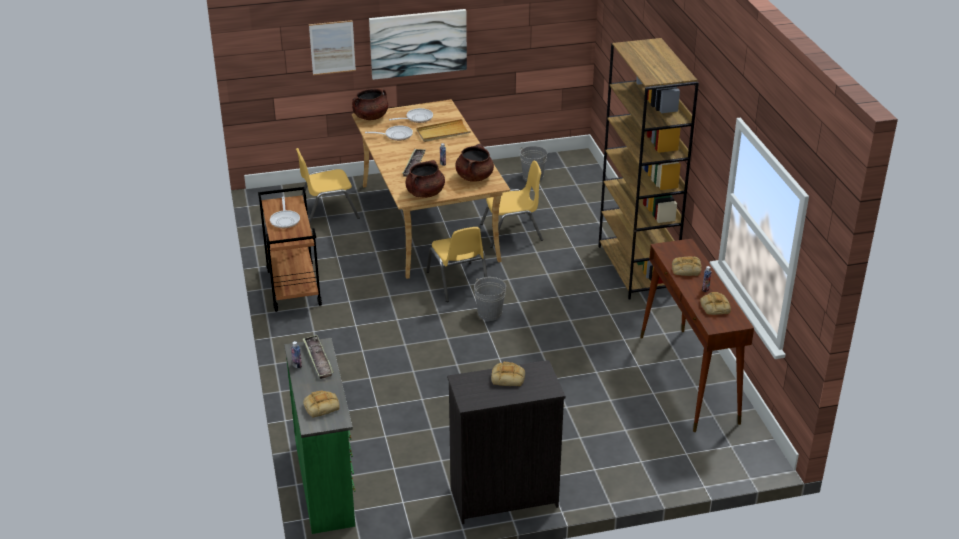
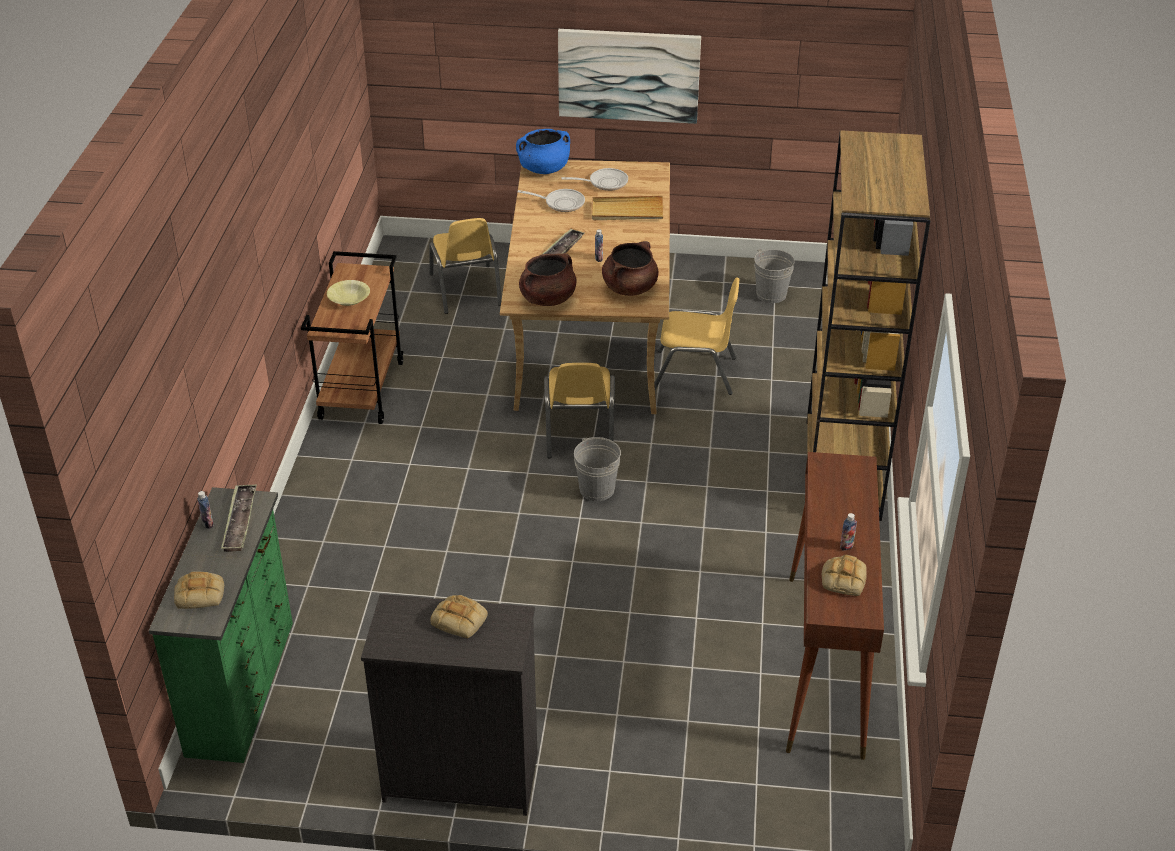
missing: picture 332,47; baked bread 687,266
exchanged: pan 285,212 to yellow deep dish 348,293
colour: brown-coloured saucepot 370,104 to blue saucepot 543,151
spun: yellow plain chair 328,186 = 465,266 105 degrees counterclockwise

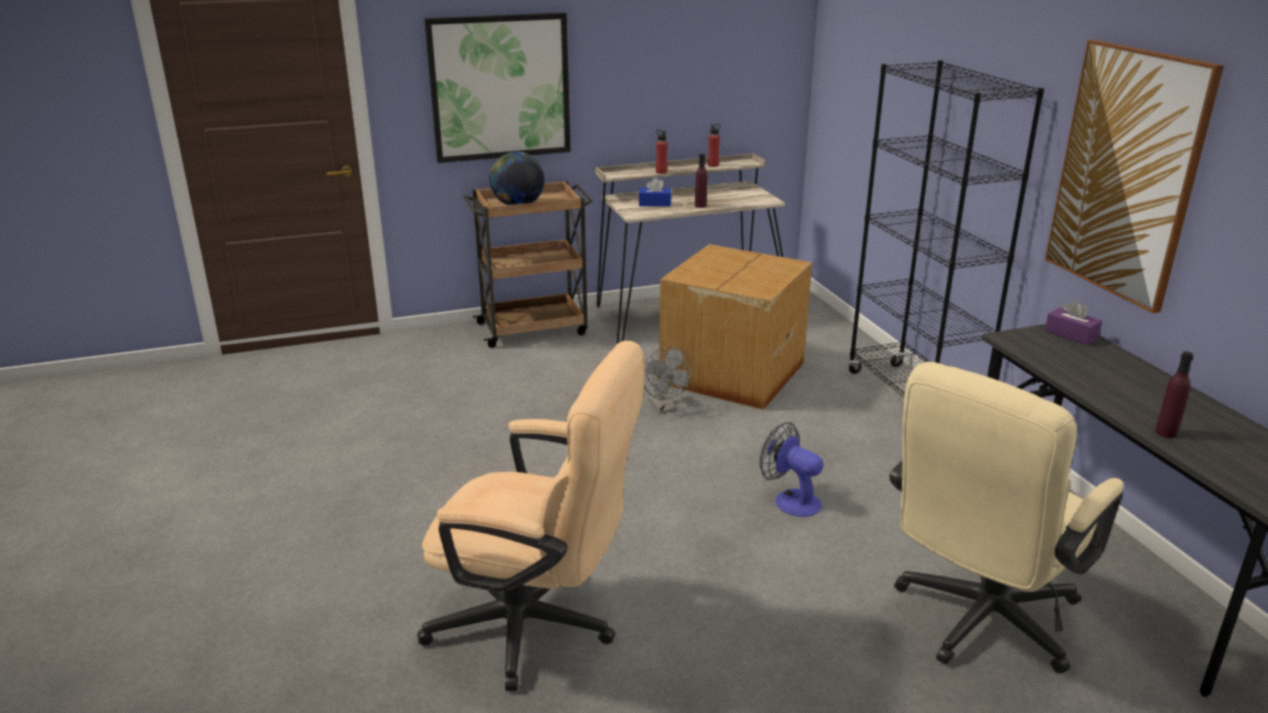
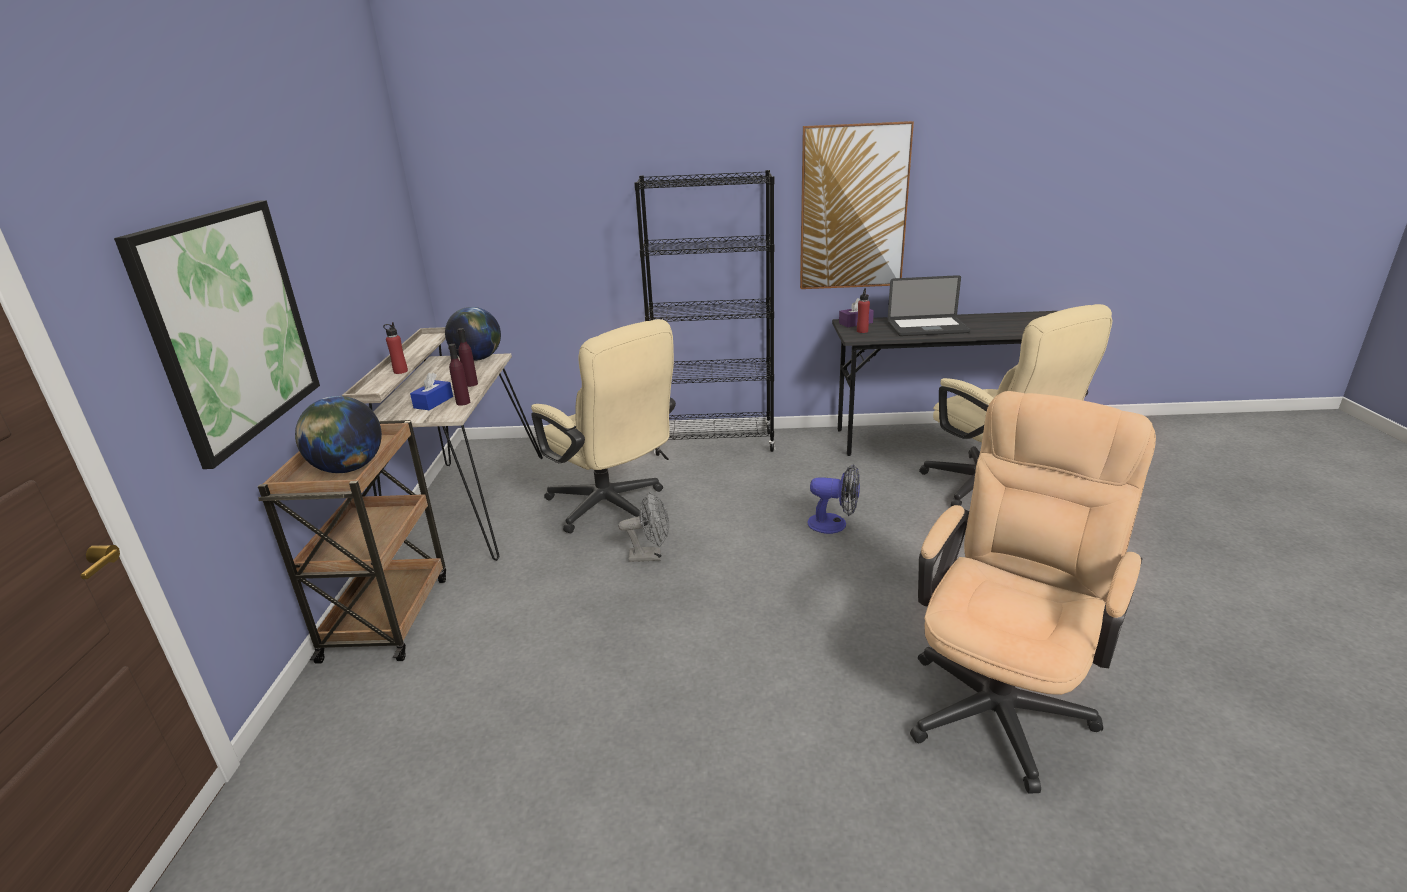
appeared: portable computer 929,305; world globe 473,334
relocated: red-coloured drink bottle 714,145 to 863,310; purple-coloured drink bottle 1174,394 to 459,375
exchanged: carton 735,327 to beige-coloured office chair 603,426
spun: electric fan 791,469 = 833,499 135 degrees counterclockwise

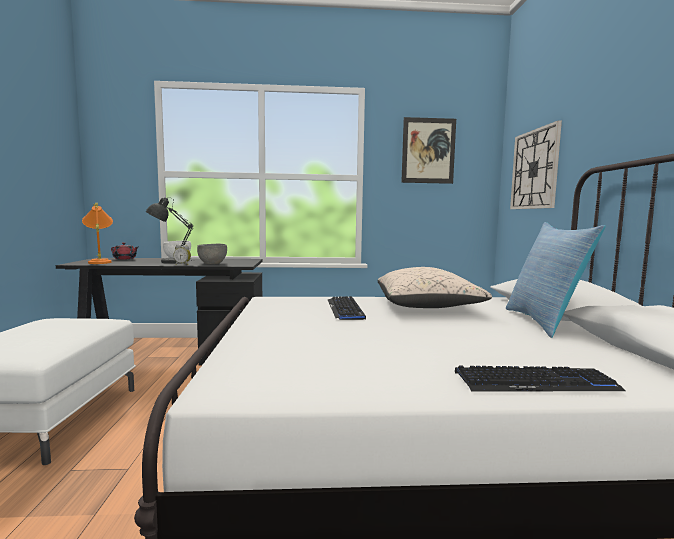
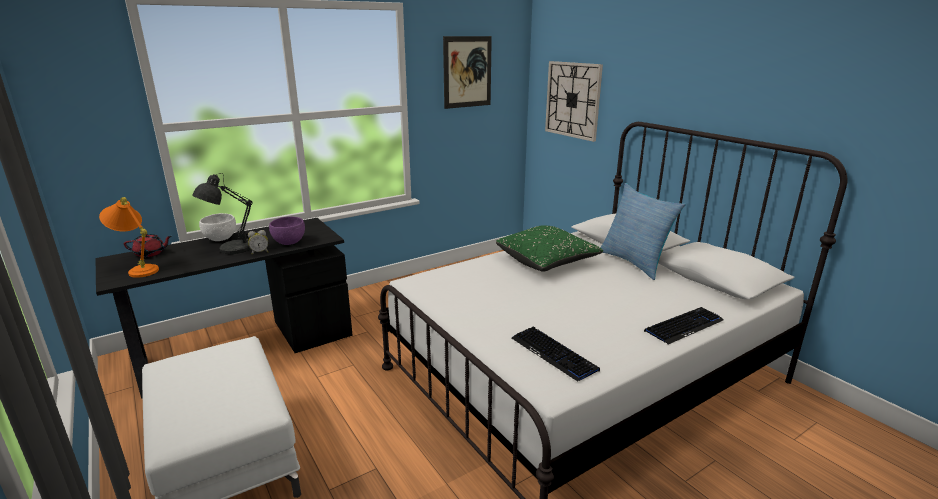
relocated: keyboard 347,308 to 556,353
colour: greyish deep dish 212,254 to purple-coloured deep dish 287,230; beige-coloured throw pillow 435,287 to green-coloured throw pillow 549,249

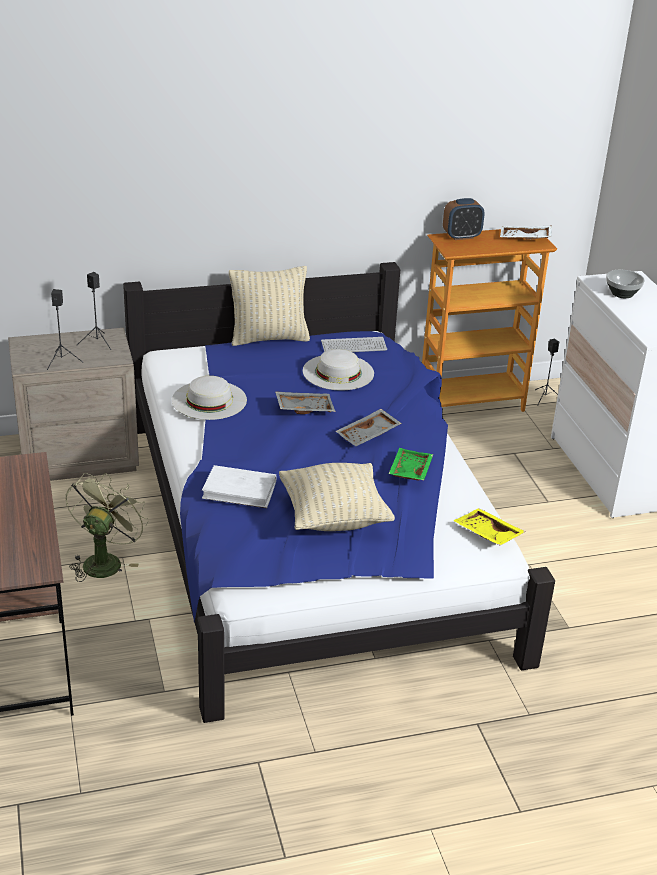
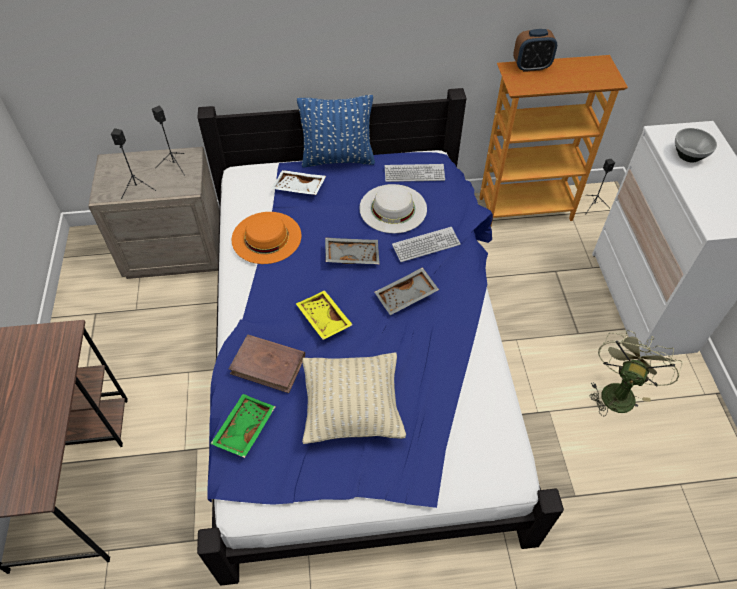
appeared: keyboard 426,244
relocated: white tray 526,233 to 298,182; green-coloured tray 410,464 to 242,426; green-coloured electric fan 107,527 to 636,373; yellow tray 489,526 to 324,315
colour: beige-coloured throw pillow 269,306 to blue throw pillow 336,131; white wearable hat 209,398 to orangey wearable hat 267,238; white volume 239,486 to brown-coloured volume 267,363

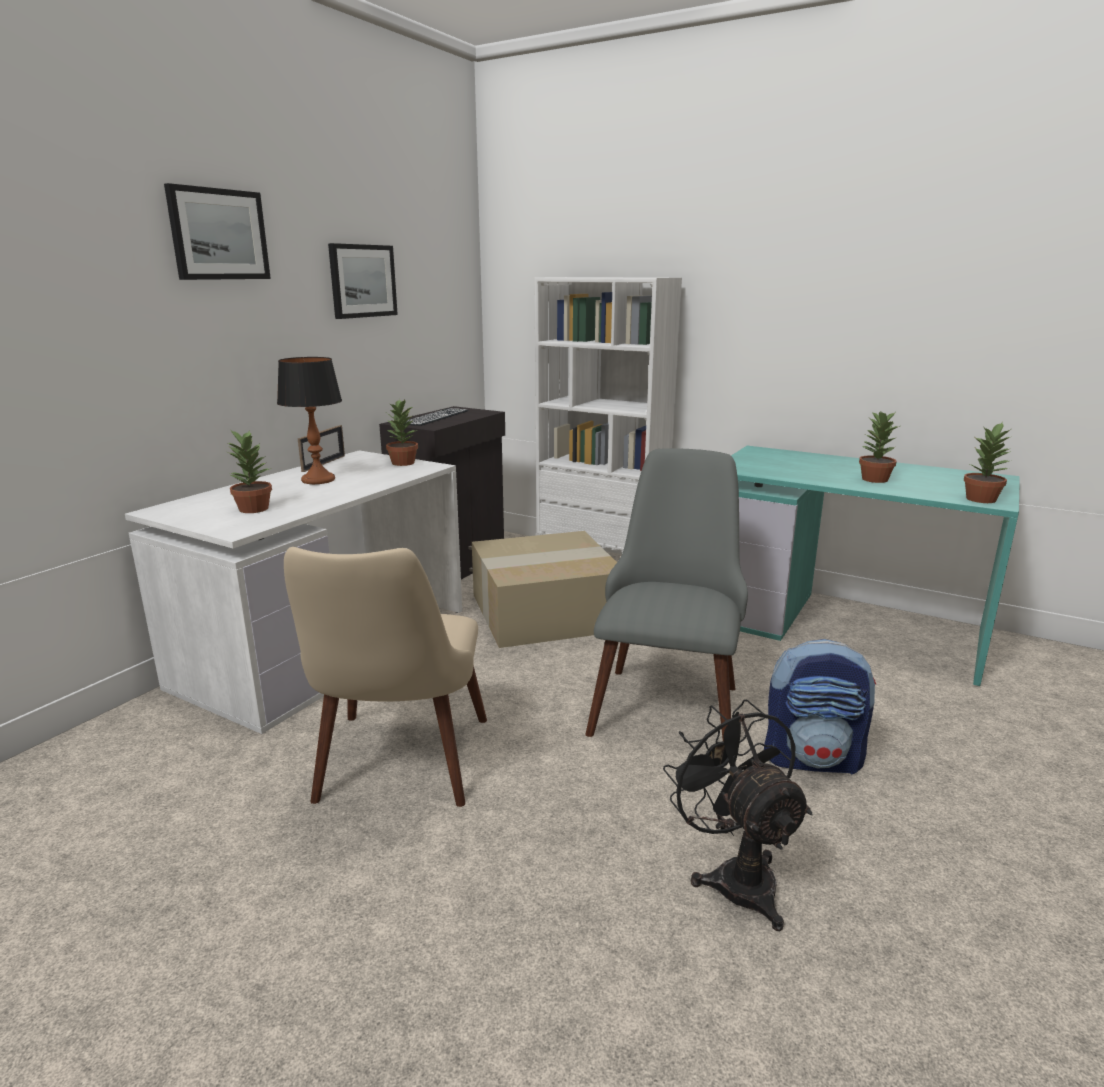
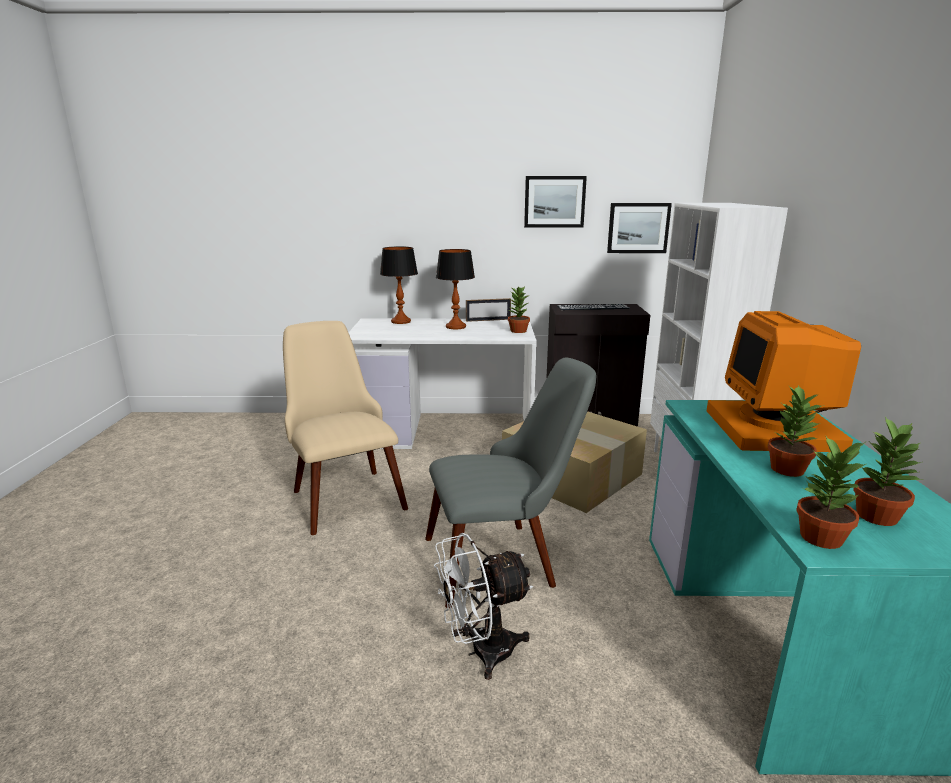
missing: black-coloured electric fan 737,815
appeared: lamp for a table 399,285; computer screen 784,381
relocated: picture 217,231 to 639,228; potted plant 249,471 to 888,471
exchanged: backpack 820,707 to white electric fan 483,606
spun: beige-coloured plain chair 385,677 = 345,428 90 degrees clockwise

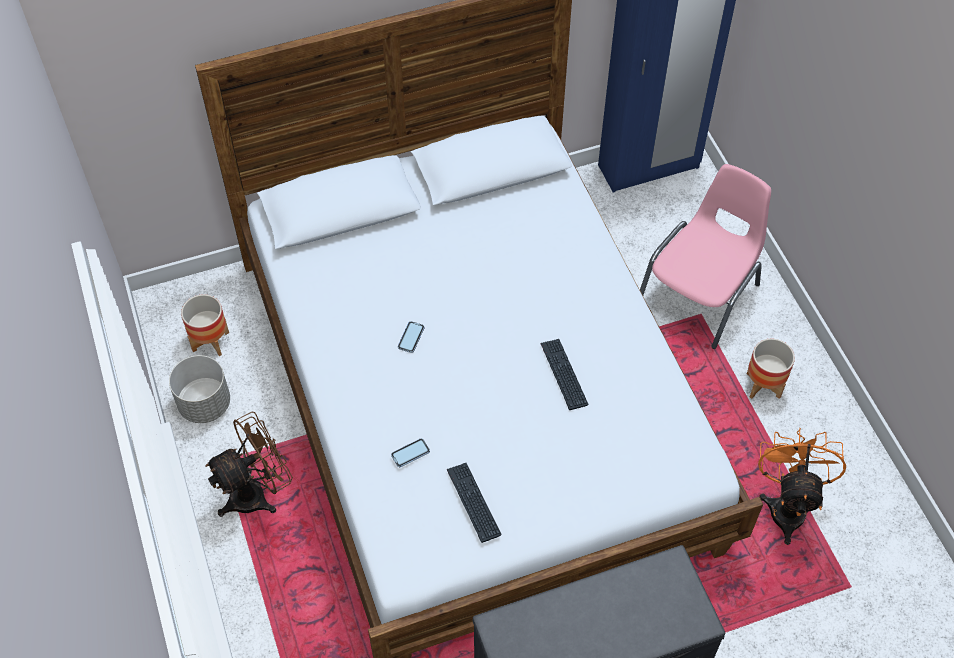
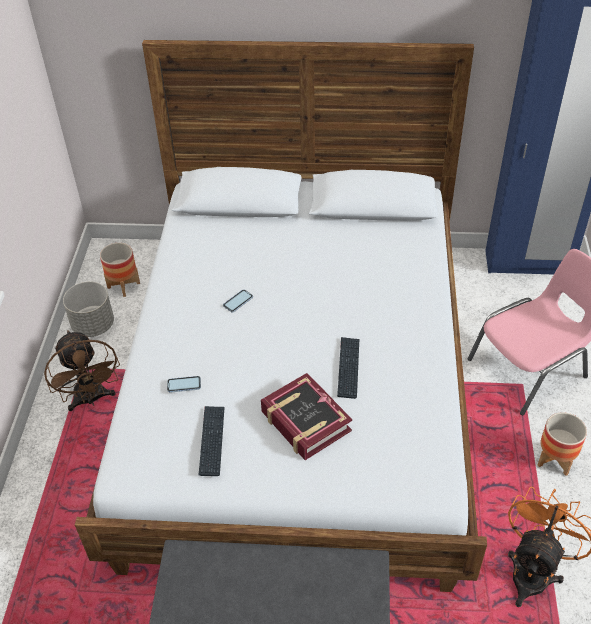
appeared: volume 306,416
spun: brown-coloured electric fan 249,464 = 82,370 75 degrees clockwise

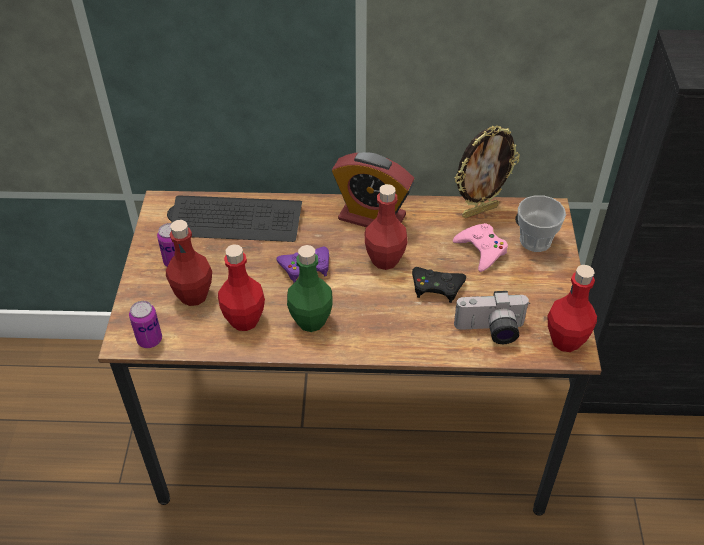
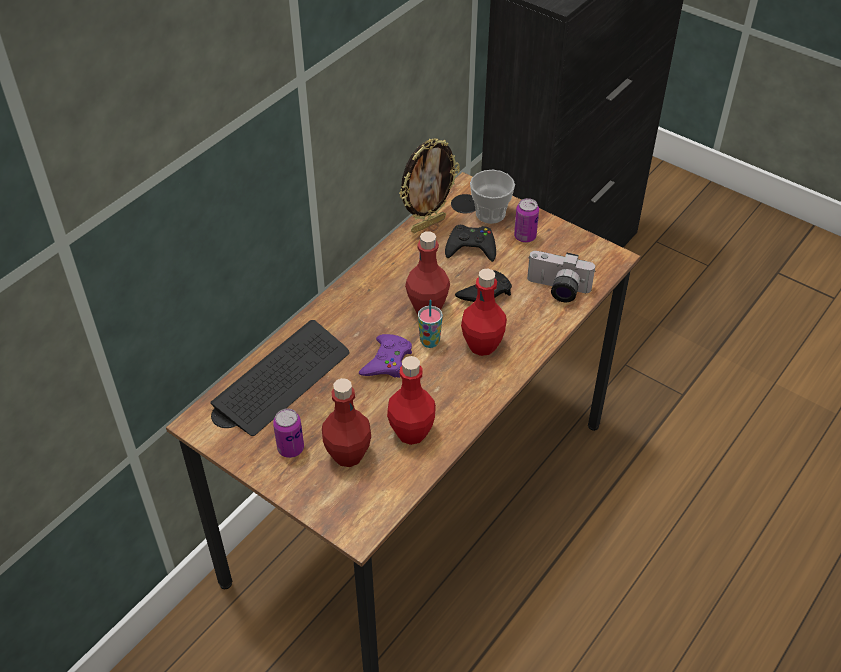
missing: table clock 373,189; green-coloured drink bottle 310,288
appeared: small cup 430,324
relocated: red-coloured drink bottle 572,308 to 484,312; sealed can 145,324 to 526,220
colour: pinkish game controller 480,247 to black-coloured game controller 470,243
spun: picture frame 487,172 = 429,185 45 degrees clockwise; photo camera 491,317 = 561,276 75 degrees clockwise

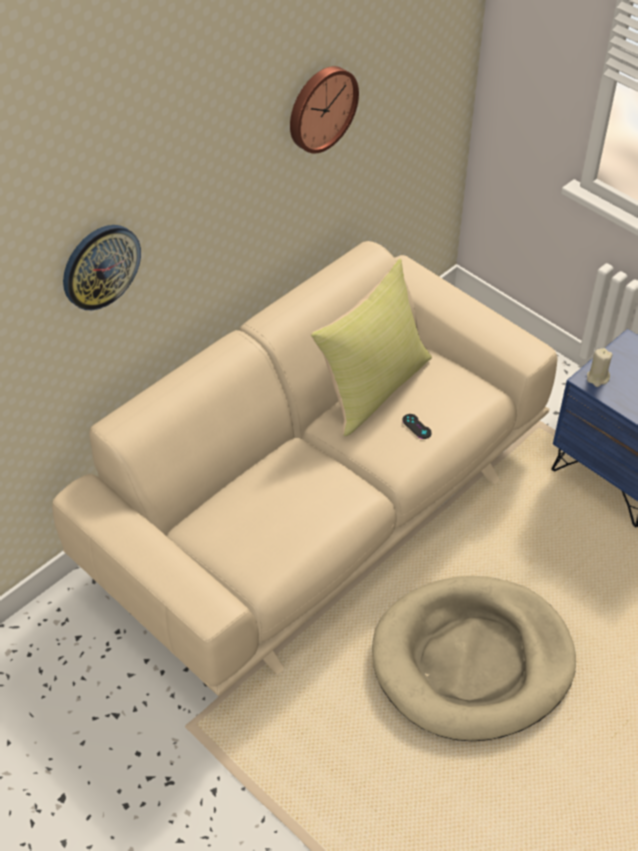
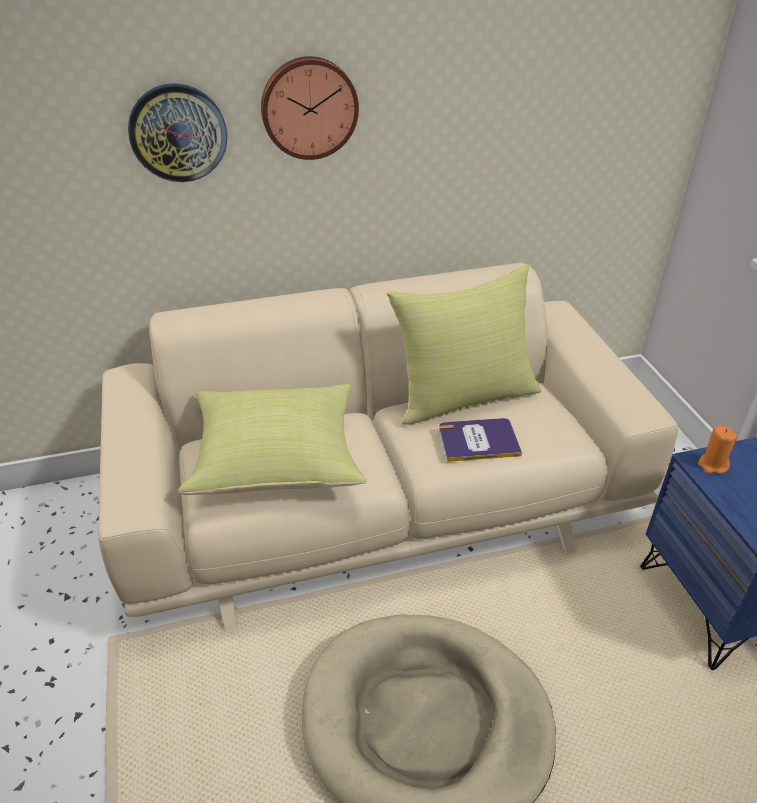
appeared: yellow throw pillow 272,439
relocated: wall clock 324,109 to 310,108
exchanged: black-coloured game controller 417,426 to volume 480,440
colour: beige-coloured wax light 600,367 to orangey wax light 718,450

